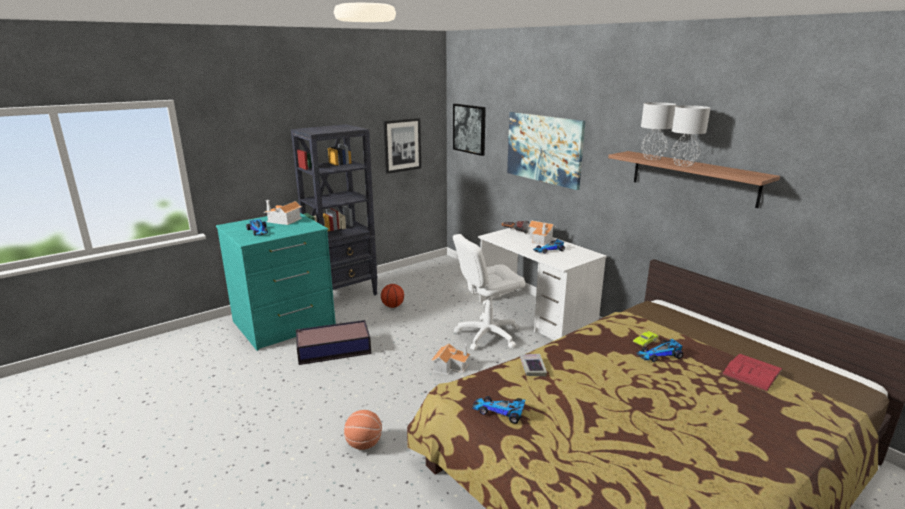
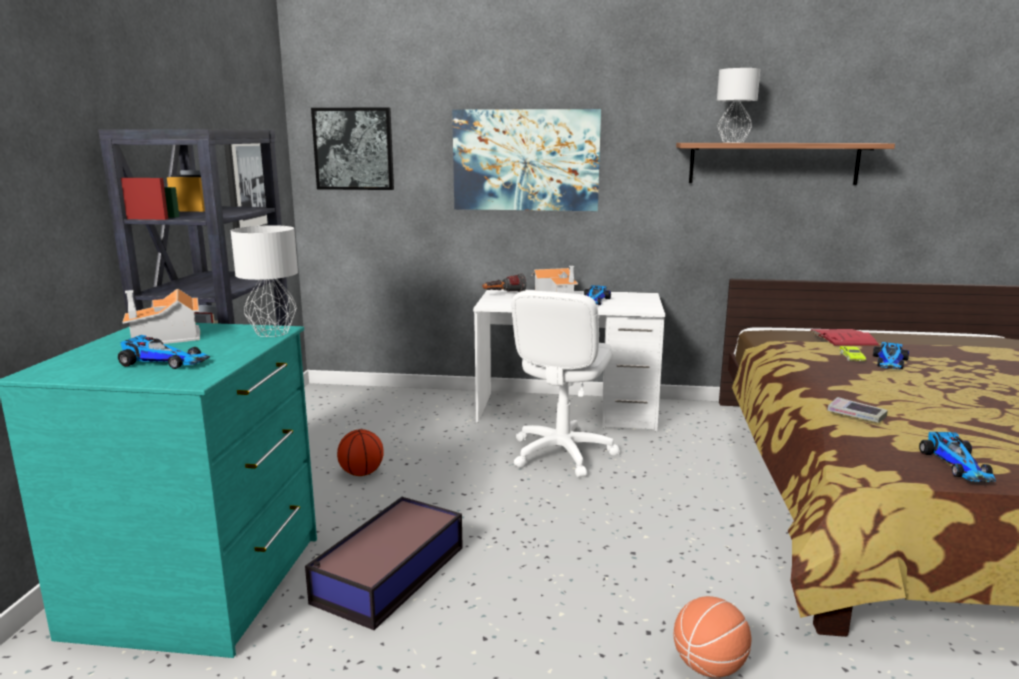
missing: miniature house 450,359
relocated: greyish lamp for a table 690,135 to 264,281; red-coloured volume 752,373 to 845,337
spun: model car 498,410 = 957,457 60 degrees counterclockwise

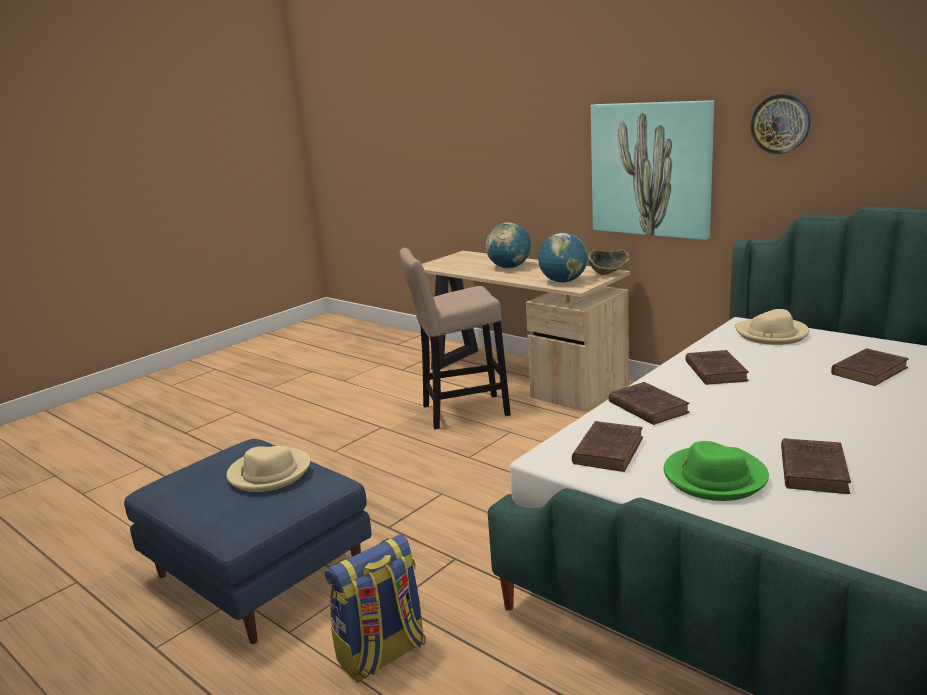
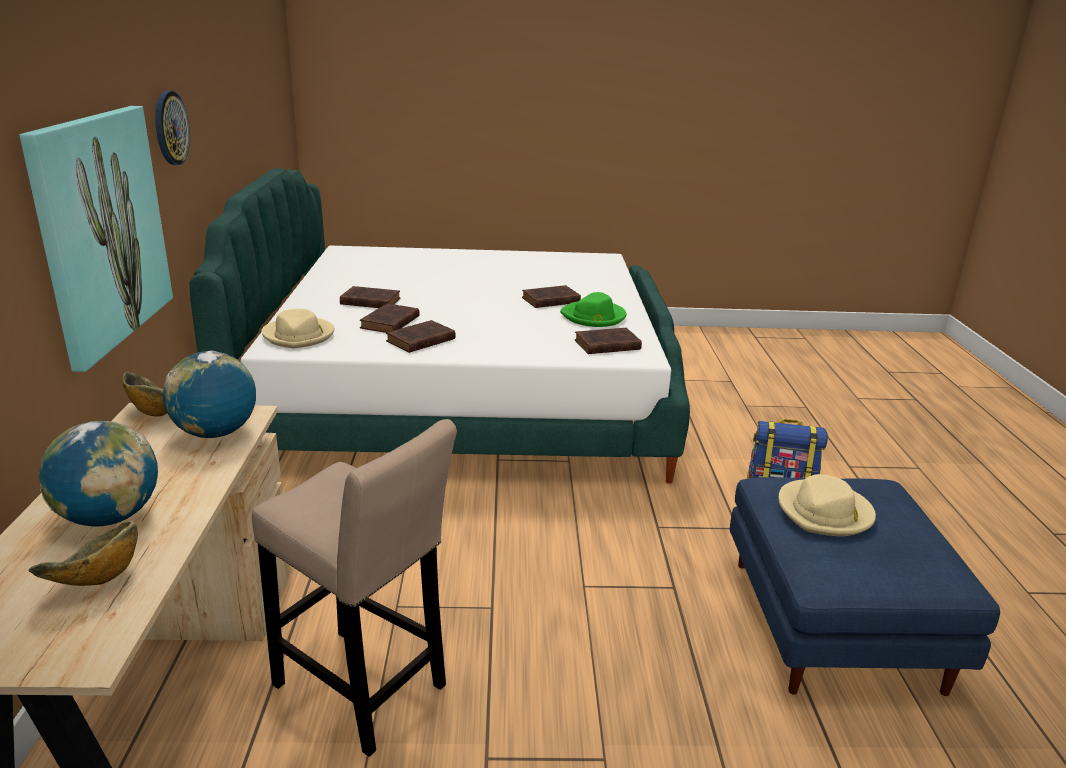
appeared: deep dish 83,553
relocated: brown-coloured volume 649,403 to 390,318

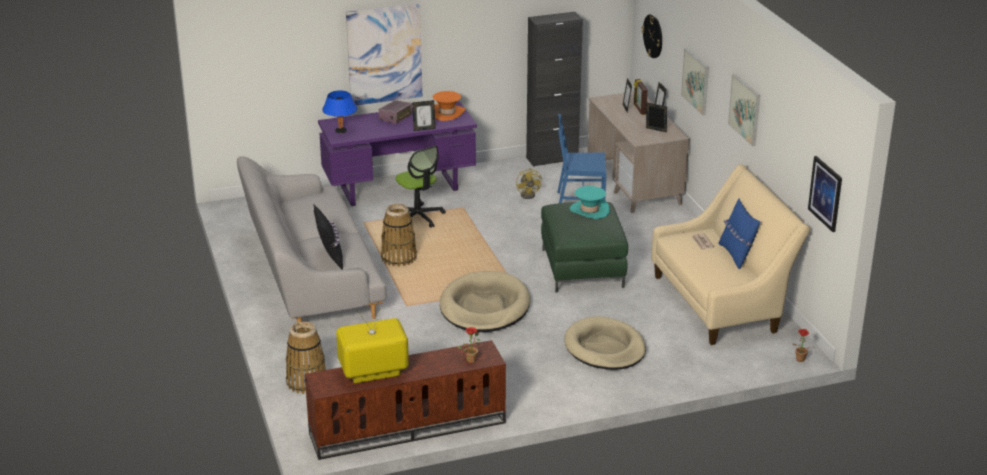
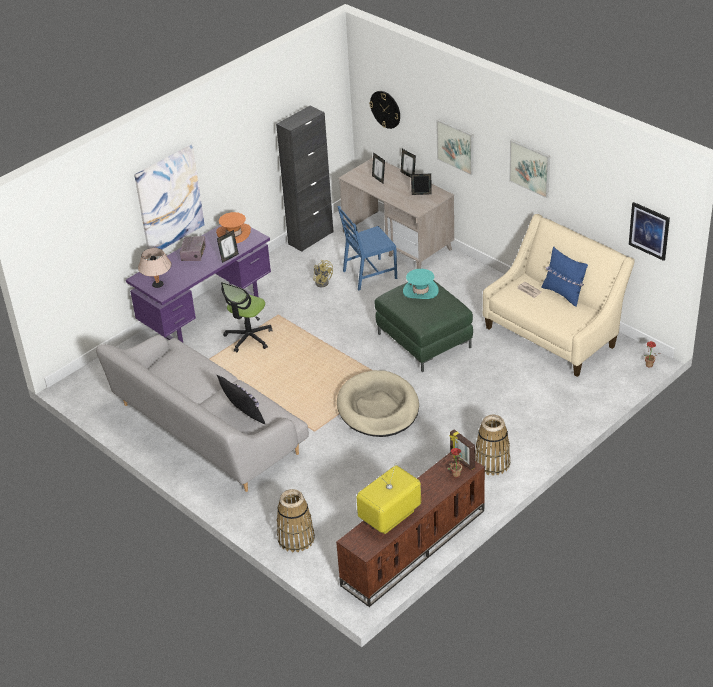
missing: beige-coloured dog bed 605,343
relocated: picture frame 640,97 to 462,449; basket 399,235 to 493,445
colour: blue lamp for a table 339,111 to beige-coloured lamp for a table 155,268
spun: office chair 419,187 = 247,317 90 degrees clockwise

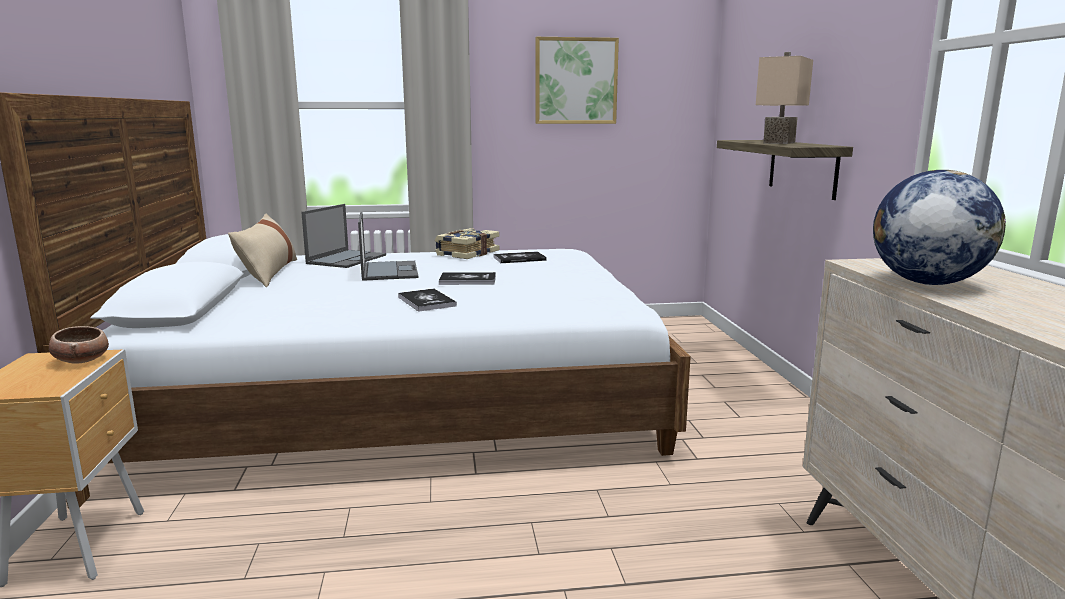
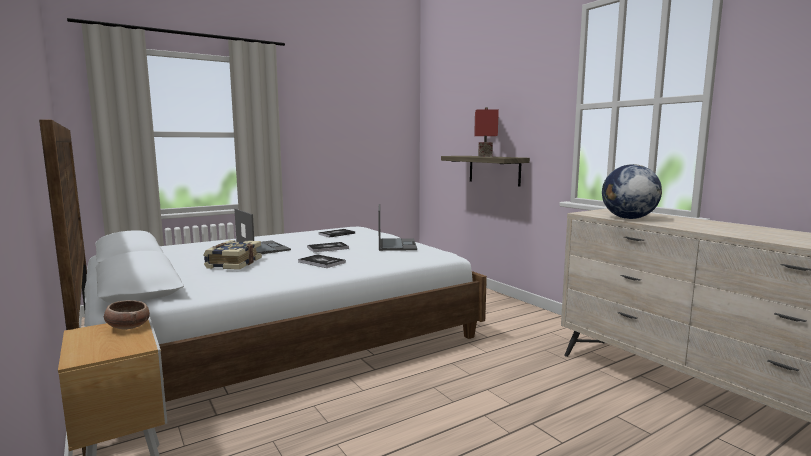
missing: picture 577,80; beige-coloured throw pillow 262,250
relocated: portable computer 343,236 to 397,227; volume 467,243 to 232,255
colour: beige-coloured lamp for a table 784,98 to red-coloured lamp for a table 486,132

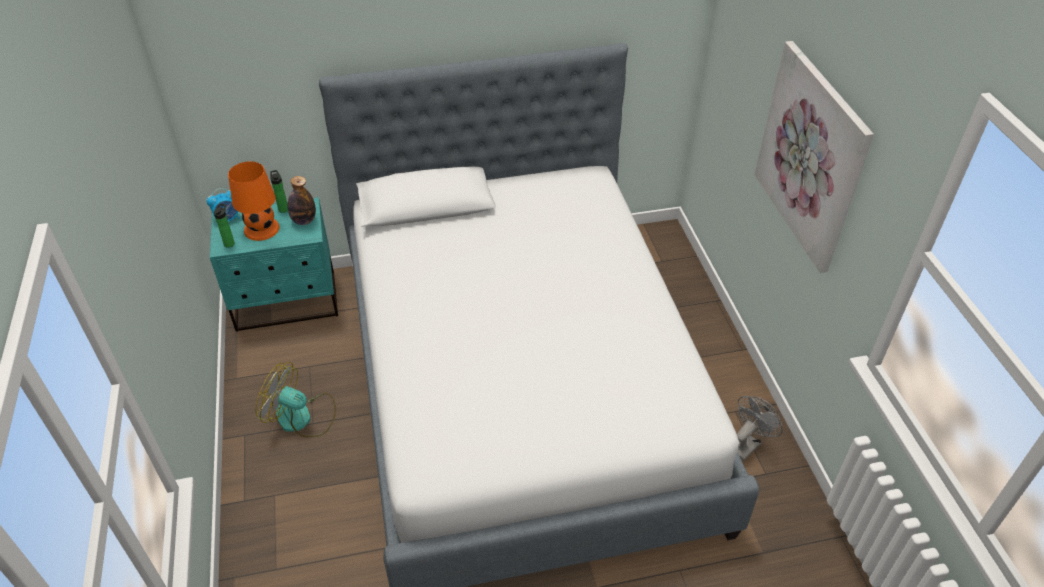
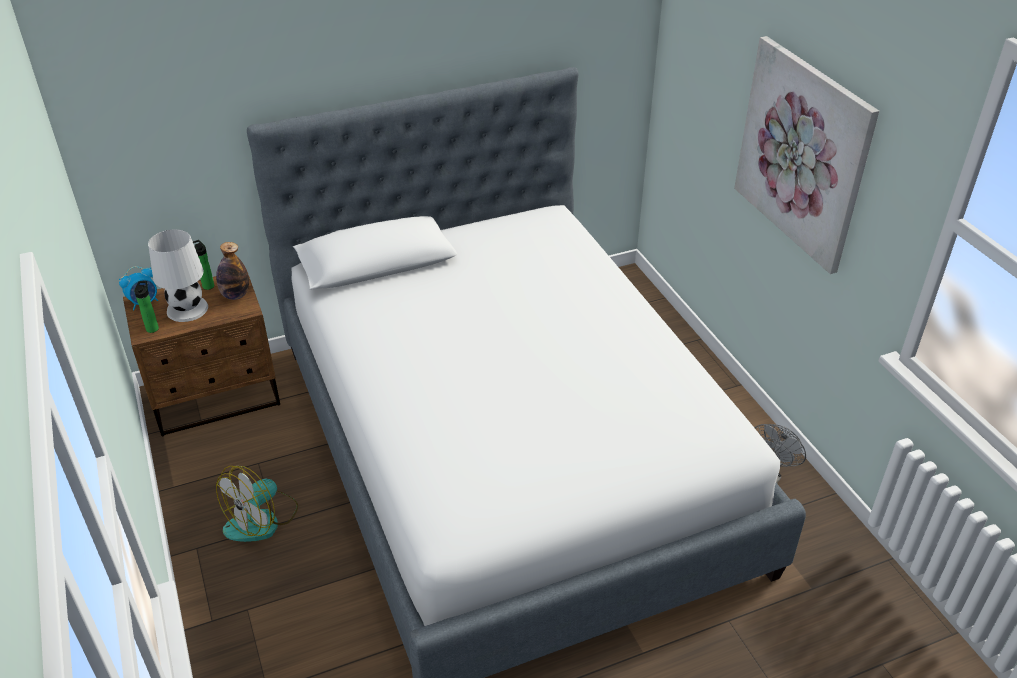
colour: orangey lamp for a table 254,201 to white lamp for a table 178,275; turquoise night table 274,264 to brown-coloured night table 201,352
spun: electric fan 295,399 = 257,504 60 degrees counterclockwise

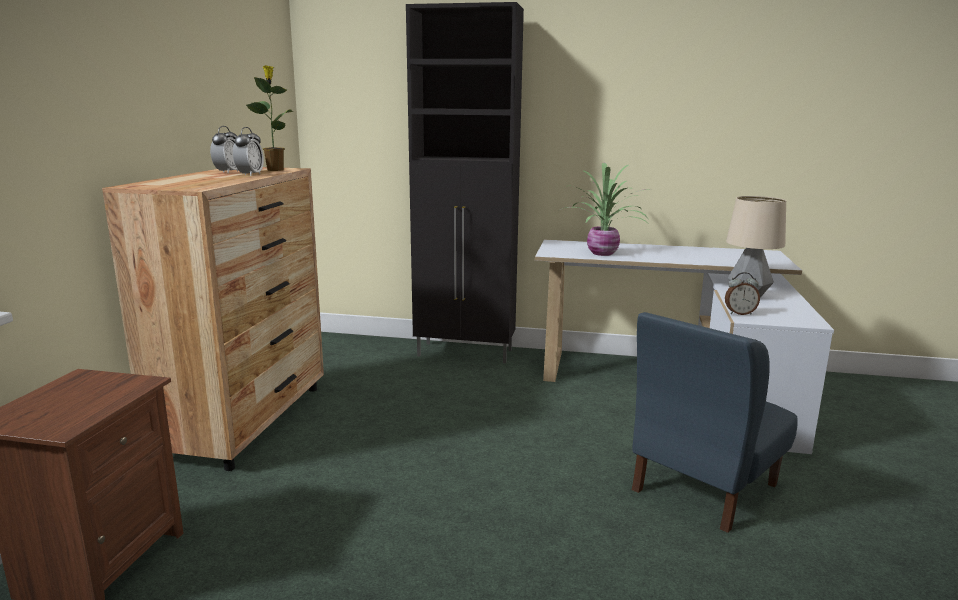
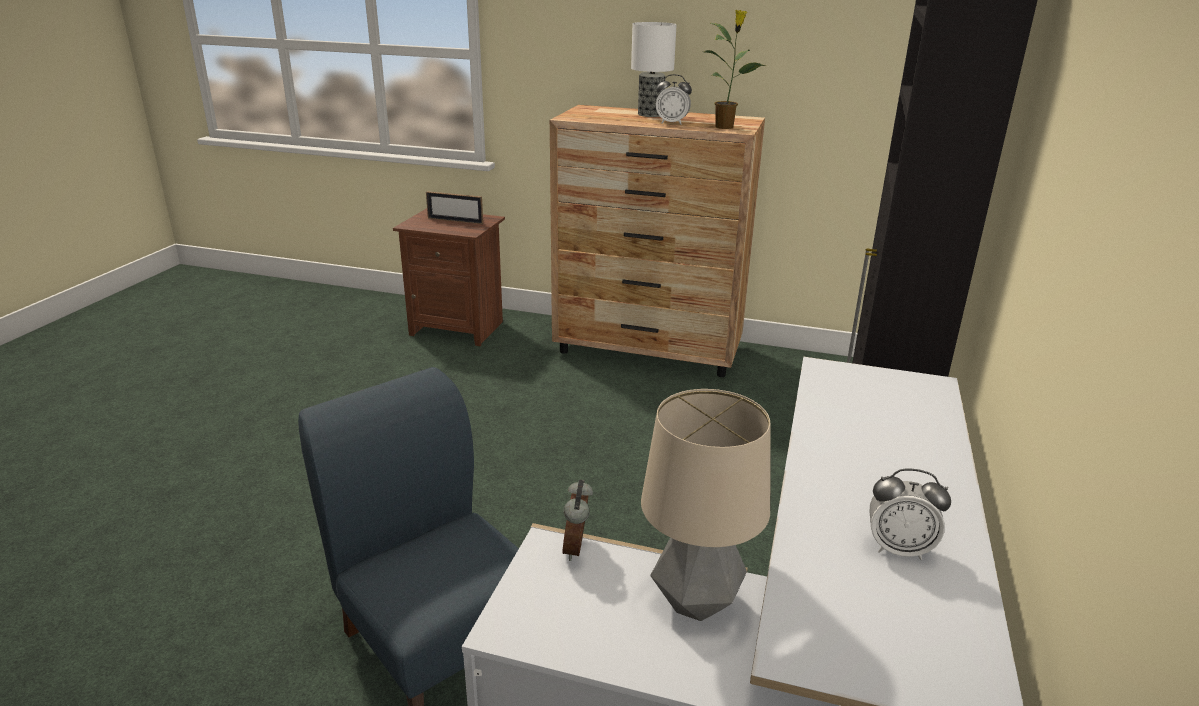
missing: potted plant 605,209
appeared: lamp for a table 654,69; picture frame 454,207
relocated: table clock 224,149 to 910,514

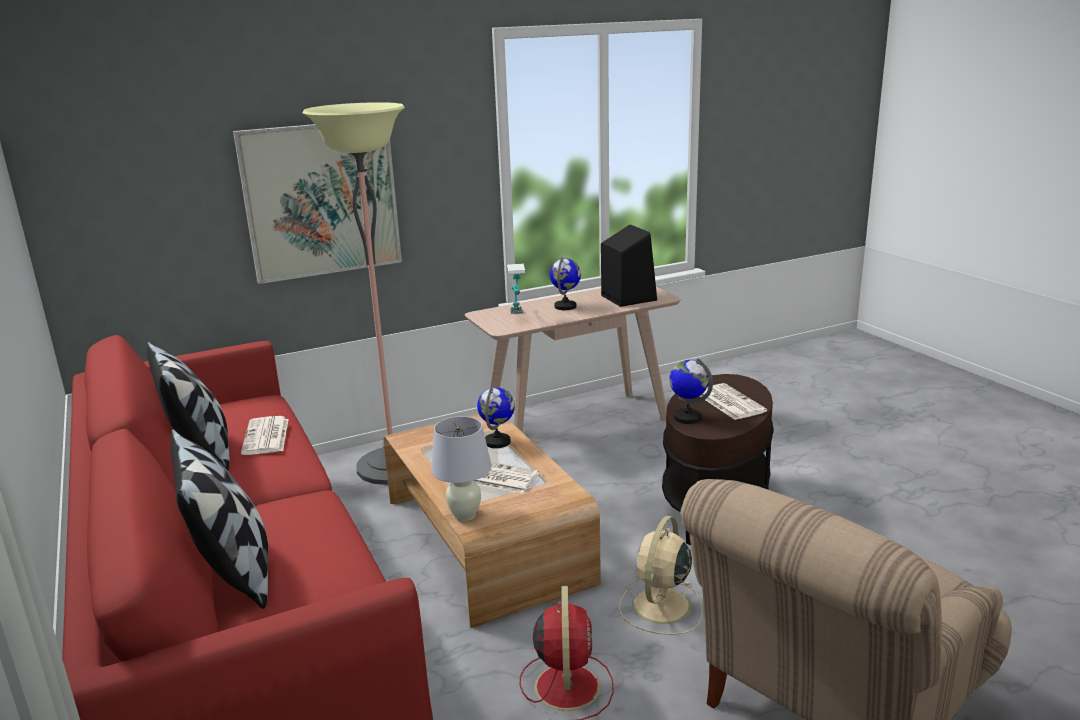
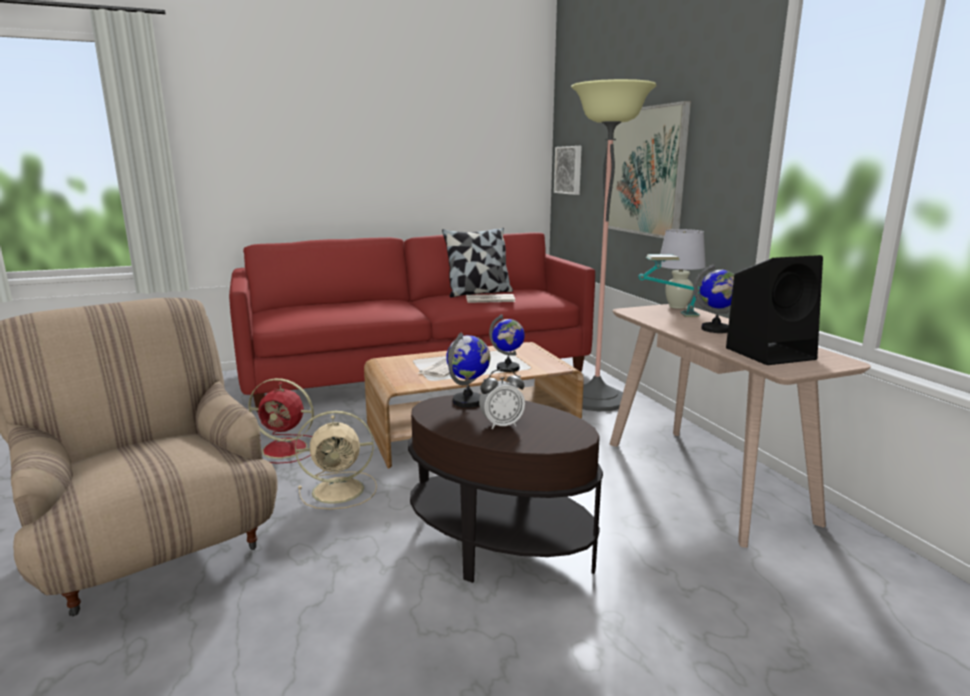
missing: throw pillow 219,519
appeared: picture 568,170
relocated: white lamp for a table 461,468 to 683,269
exchanged: daily paper 733,401 to table clock 502,399
spun: beige-coloured electric fan 660,575 = 336,460 135 degrees clockwise

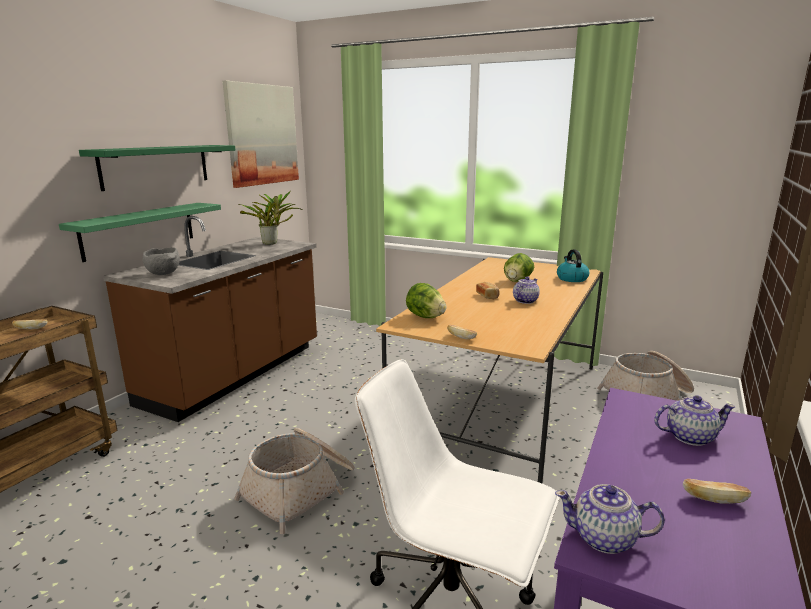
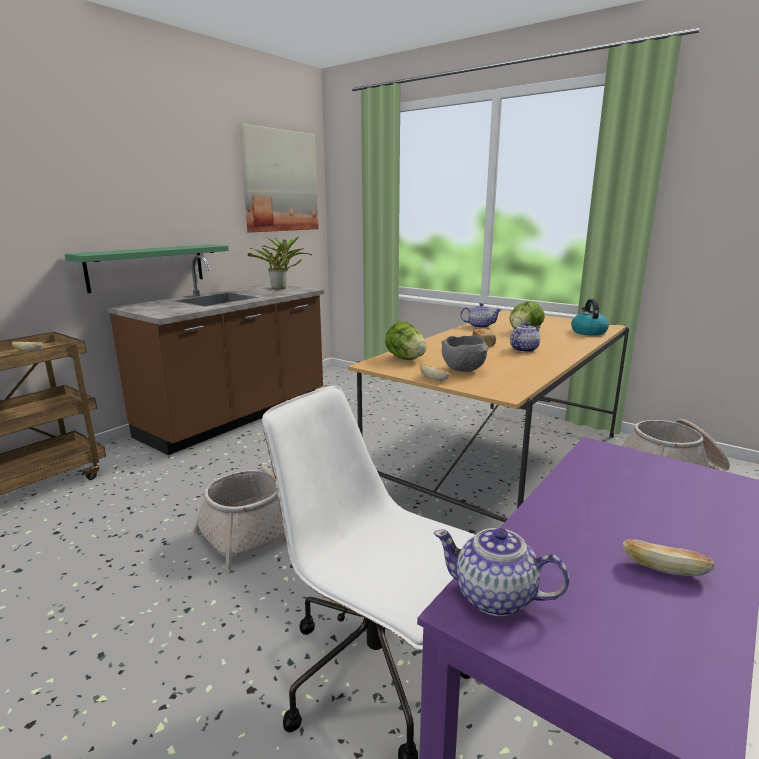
missing: green-coloured shelf 157,168
relocated: greyish deep dish 161,261 to 464,353; pot for tea 694,420 to 481,315

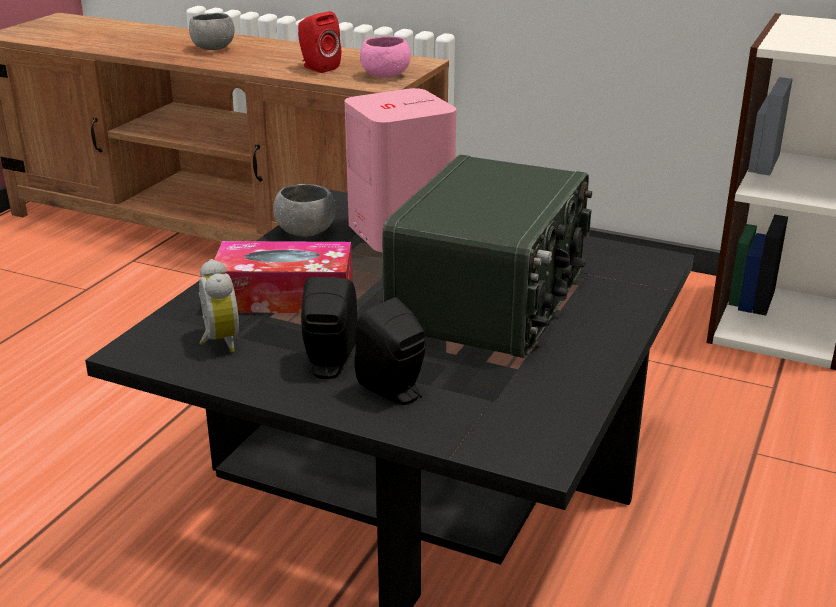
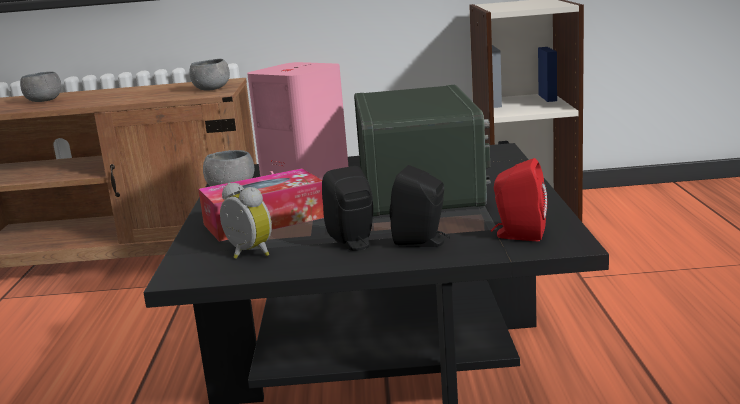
relocated: red-coloured loudspeaker 319,42 to 519,199
colour: pinkish deep dish 385,57 to greyish deep dish 209,75

